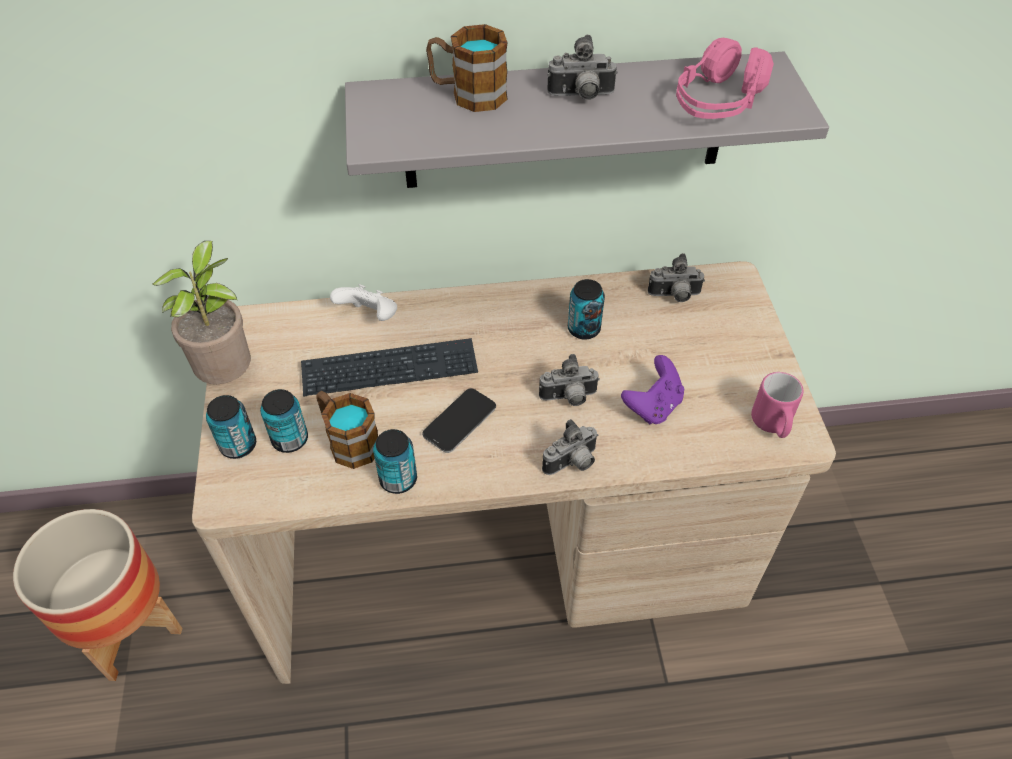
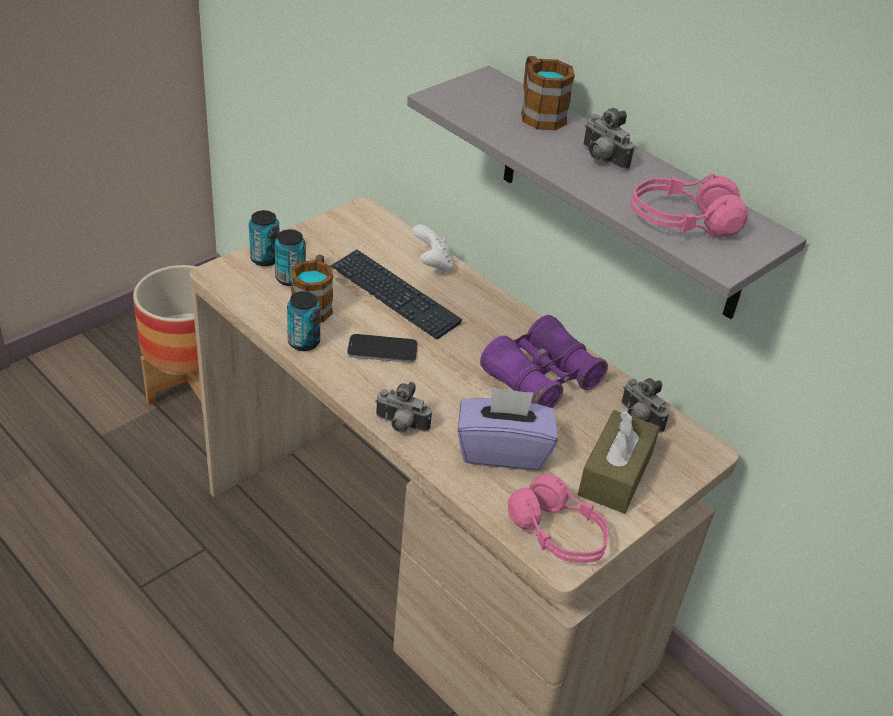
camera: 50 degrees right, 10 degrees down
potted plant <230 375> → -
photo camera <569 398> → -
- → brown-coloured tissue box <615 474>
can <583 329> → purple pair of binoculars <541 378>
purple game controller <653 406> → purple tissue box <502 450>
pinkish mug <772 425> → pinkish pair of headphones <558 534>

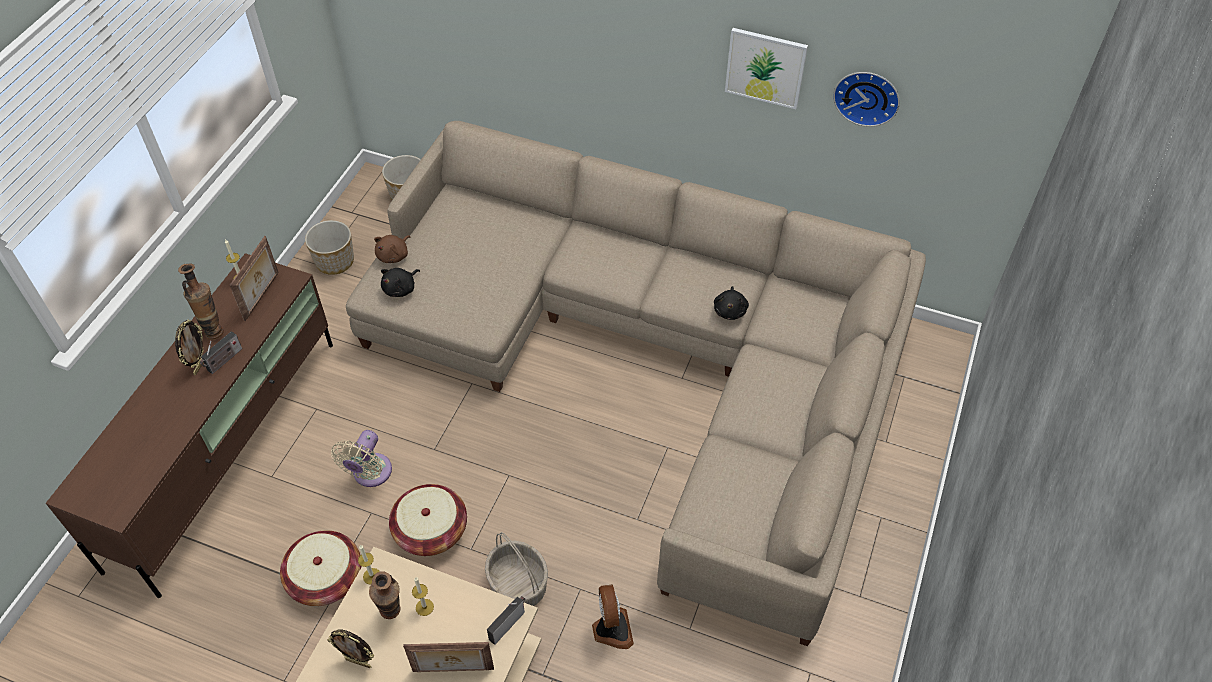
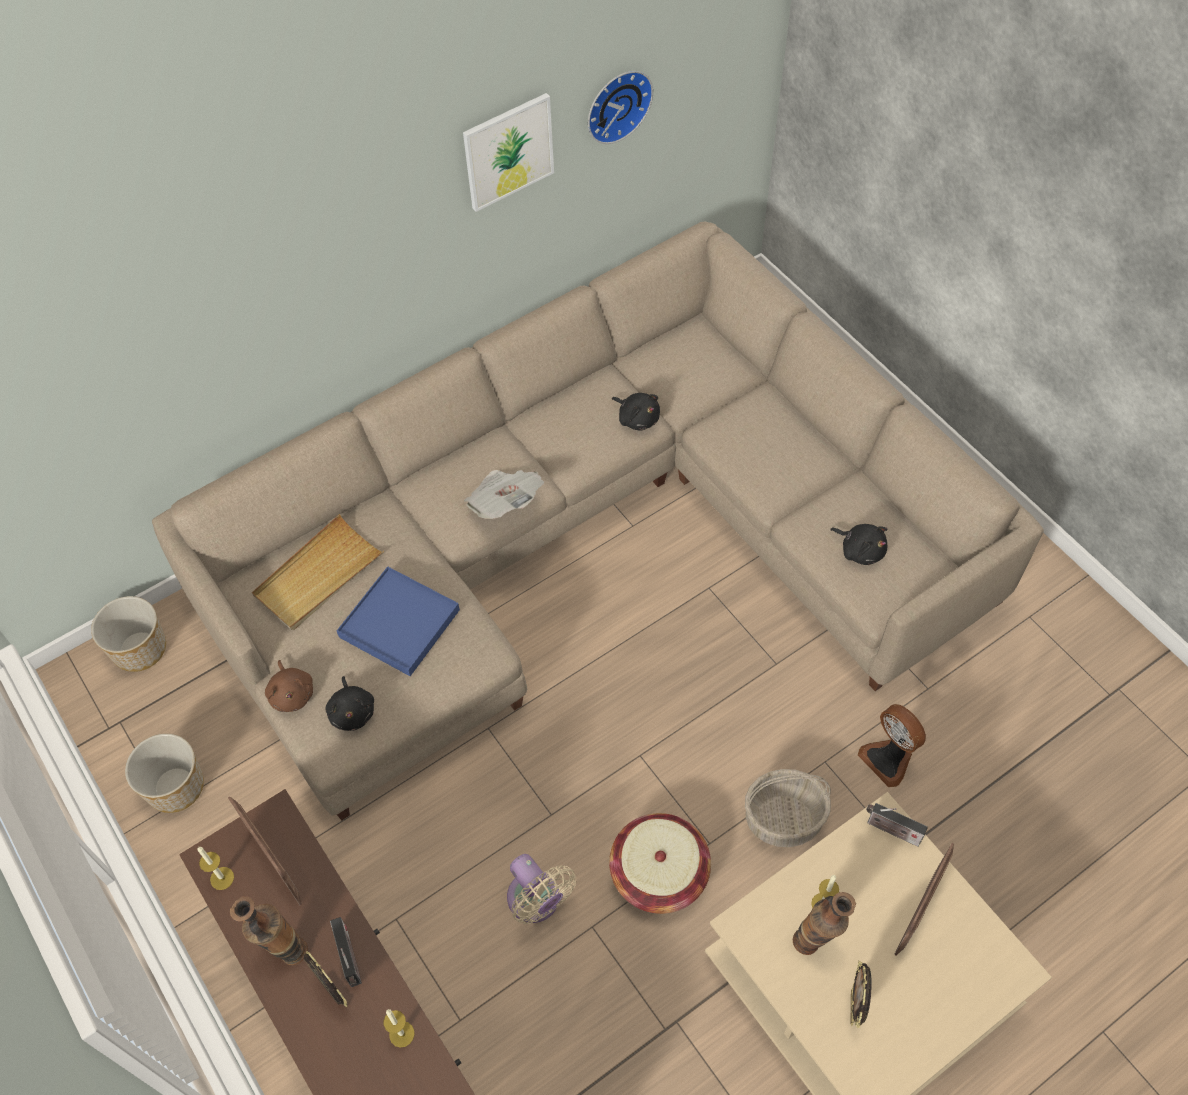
camera: 55 degrees left, 5 degrees up
storage basket <326 578> → -
- → beige-coloured carrying tray <318 576>
- → blue carrying tray <400 623>
- → newspaper <505 503>
- → blackish cuddly toy <860 550>
candle <372 576> → candle <401 1034>, shifted
picture frame <359 662> → picture frame <853 1007>, 135 degrees clockwise
radio set <508 624> → radio set <891 830>, 45 degrees counterclockwise
electric fan <611 630> → electric fan <888 758>, 150 degrees counterclockwise

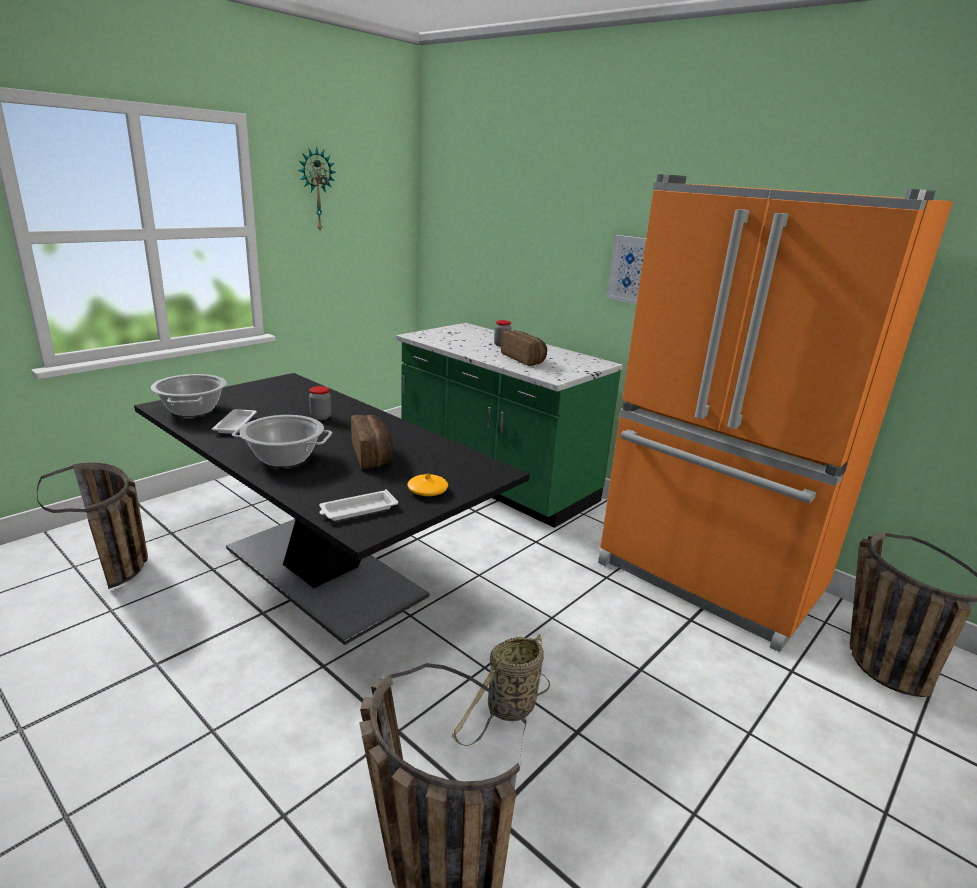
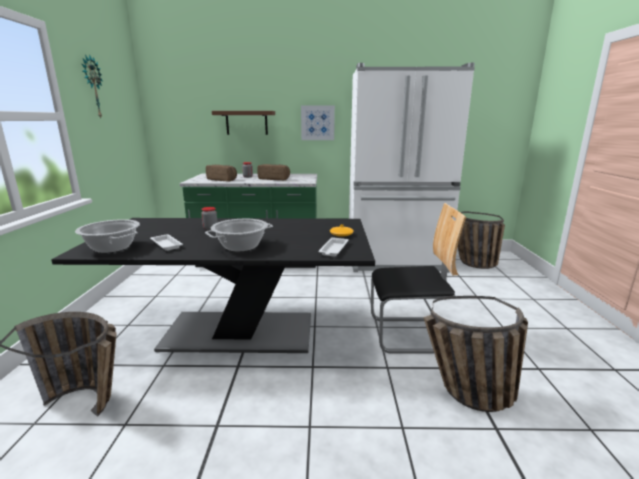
camera: 40 degrees left, 5 degrees down
- → brown-coloured wall shelf <246 123>
bakery bread <373 455> → bakery bread <223 180>, shifted
storage basket <508 710> → upright chair <410 335>
orangey kitchen fridge <707 580> → white-coloured kitchen fridge <396 262>

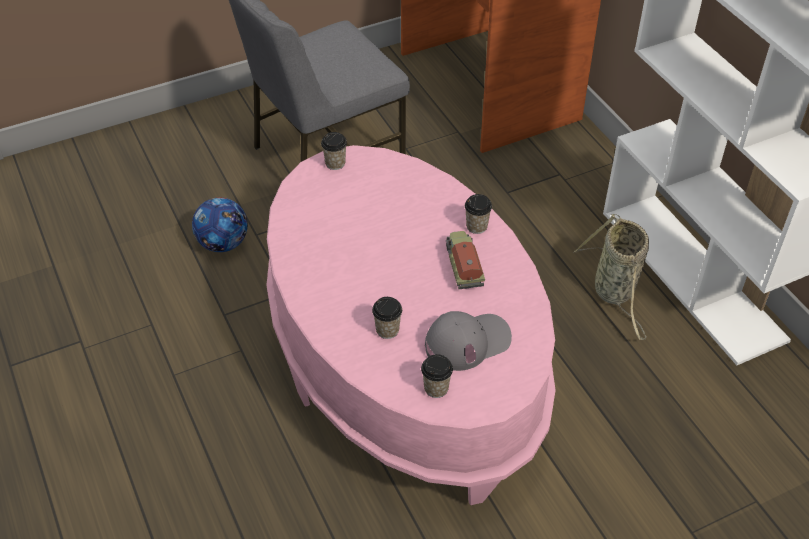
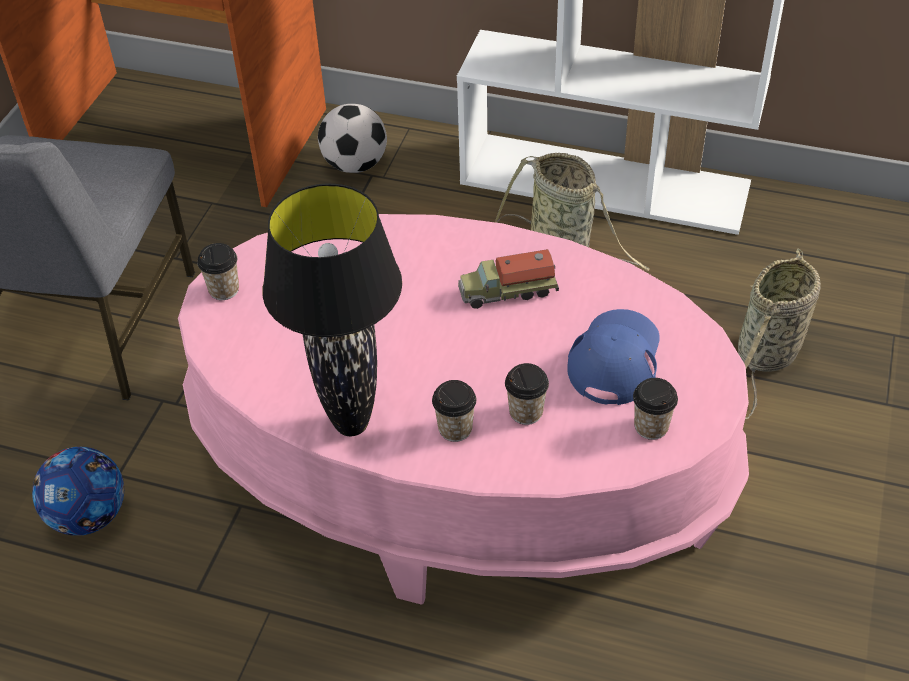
camera: 45 degrees left, 0 degrees up
- → blackish table lamp <350 425>
- → ball for football <355 165>
- → storage basket <766 357>
cup <476 226> → cup <455 429>, shifted
greyish peaked cap <467 342> → blue peaked cap <615 359>
toy truck <463 266> → toy truck <507 291>, 45 degrees counterclockwise

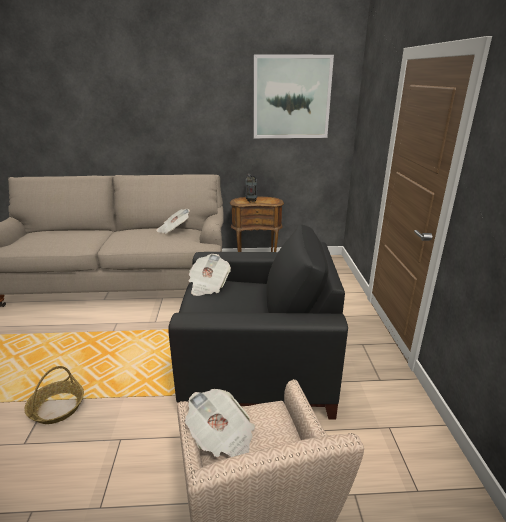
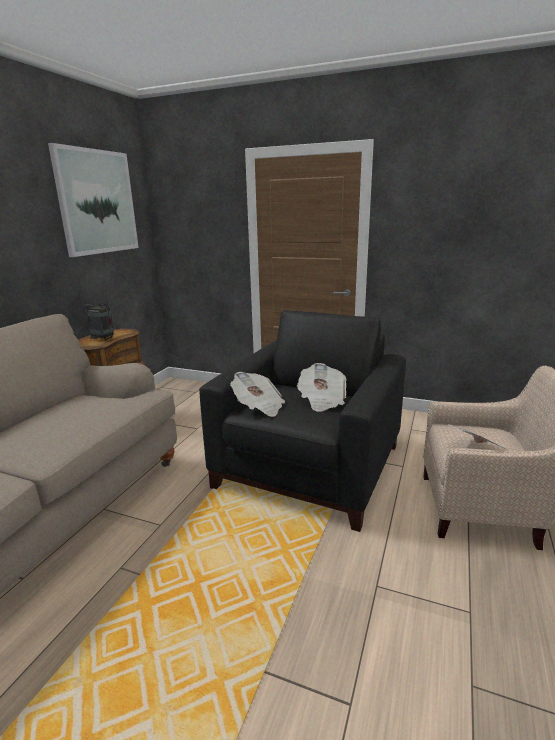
camera: 65 degrees left, 5 degrees down
storage basket <57 407> → -
newspaper <173 230> → newspaper <321 400>, shifted

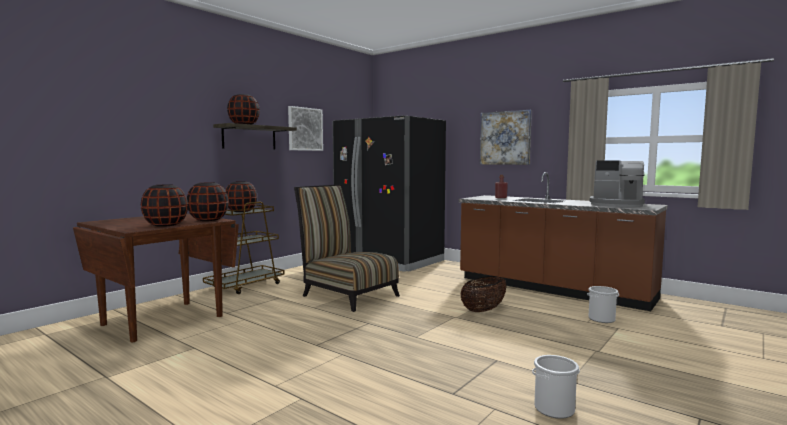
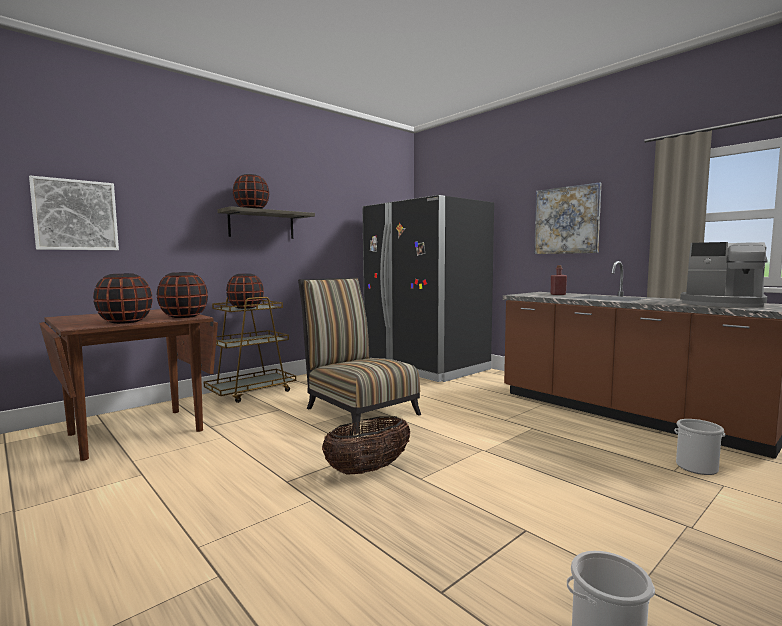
camera: 10 degrees right, 0 degrees up
wall picture <305 129> → wall picture <76 215>, shifted
storage basket <483 310> → storage basket <368 469>, shifted

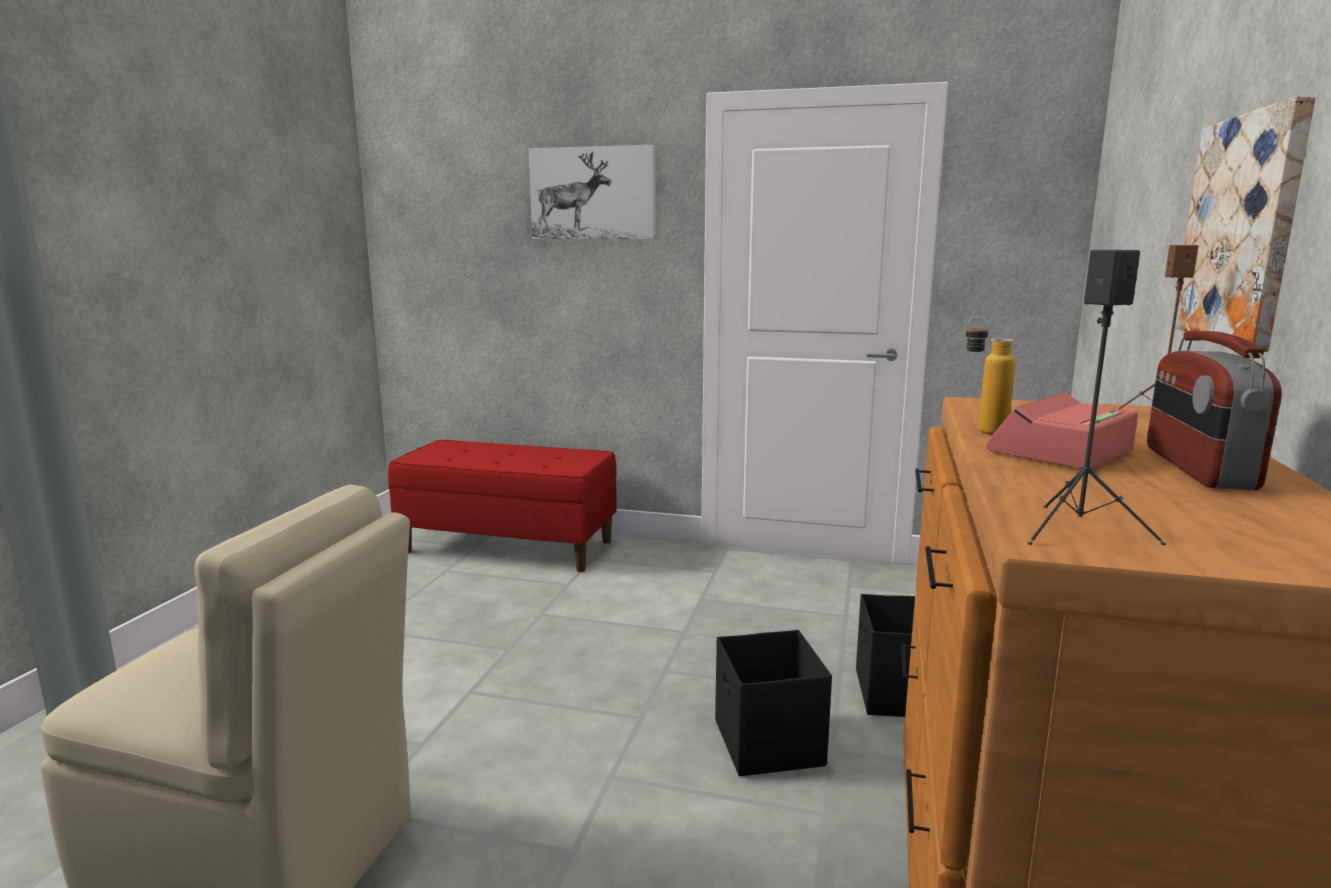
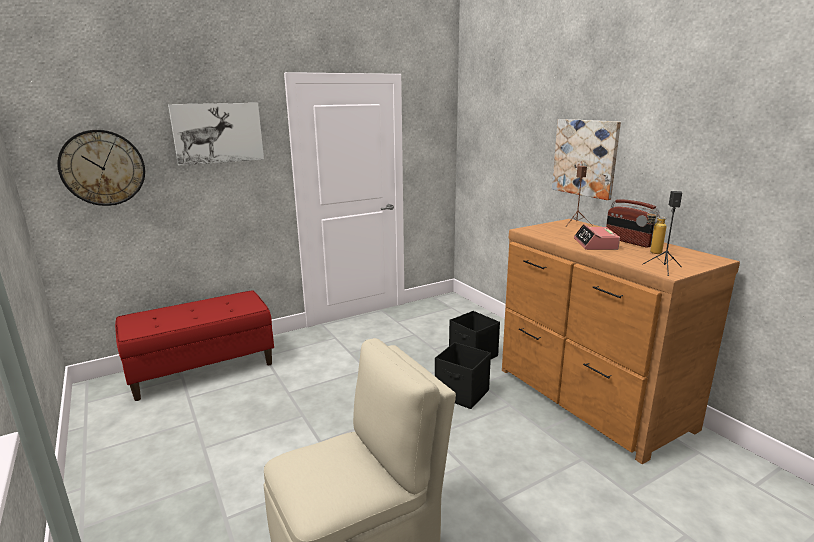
camera: 45 degrees left, 5 degrees up
- → hanging clock <103 168>
bottle <981 430> → bottle <651 252>, shifted

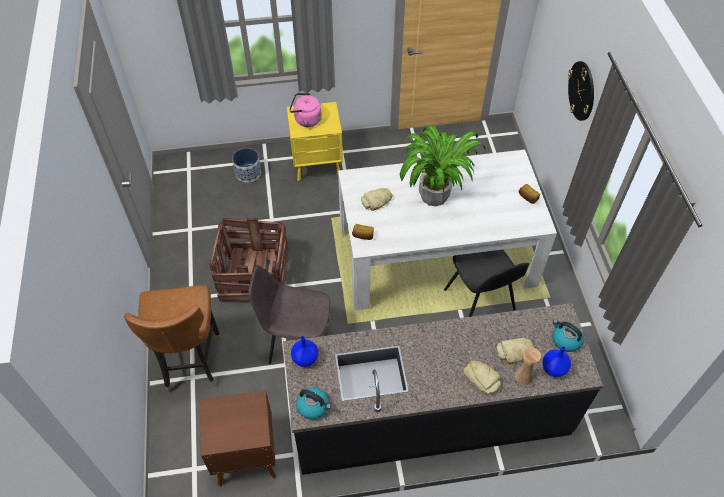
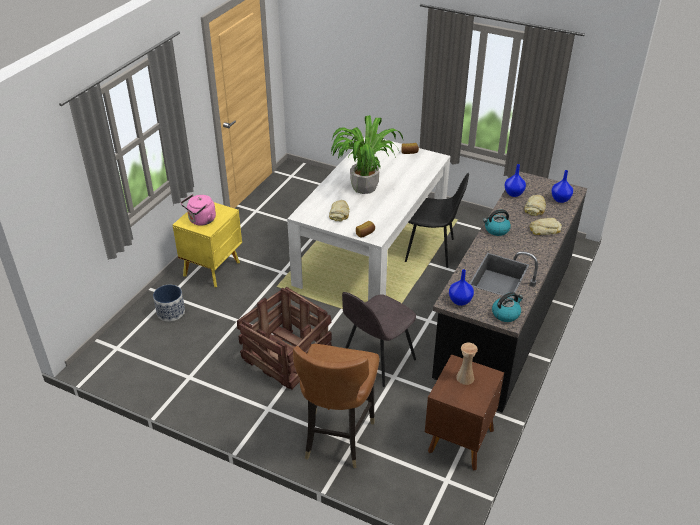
camera: 55 degrees left, 15 degrees down
hanging clock <581 91> → -
- → blue decorative vase <513 193>
beige-coloured decorative vase <523 376> → beige-coloured decorative vase <465 378>, shifted
water kettle <565 340> → water kettle <496 230>, shifted
brown-coloured upright chair <191 362> → brown-coloured upright chair <337 437>, 75 degrees clockwise

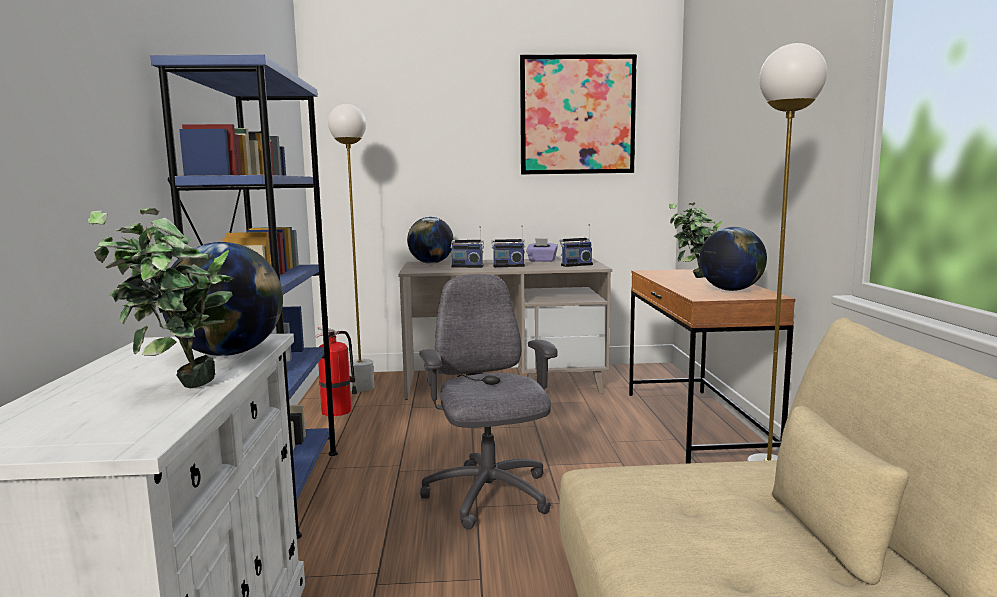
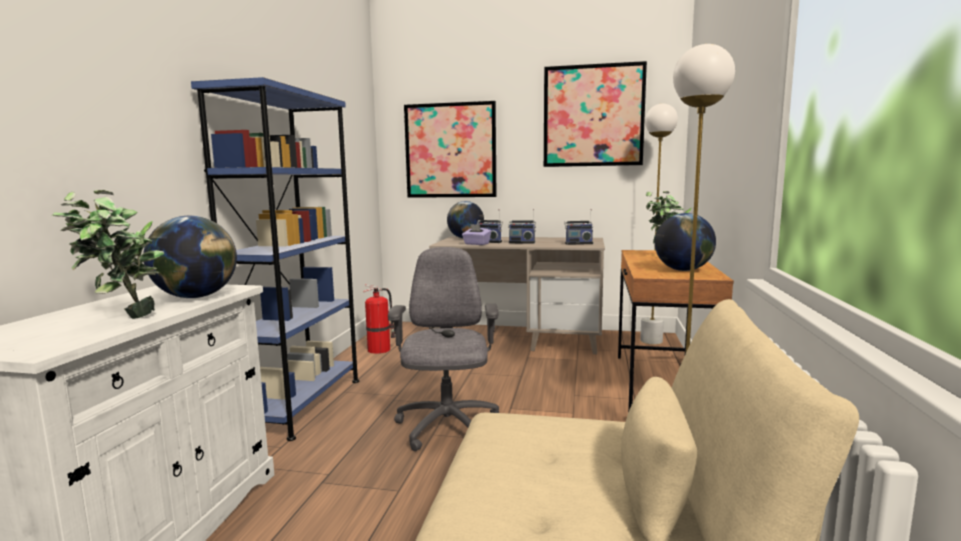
camera: 15 degrees right, 0 degrees up
- → wall picture <450 150>
white-coloured floor lamp <361 388> → white-coloured floor lamp <651 341>, shifted
purple tissue box <541 261> → purple tissue box <476 244>, shifted

